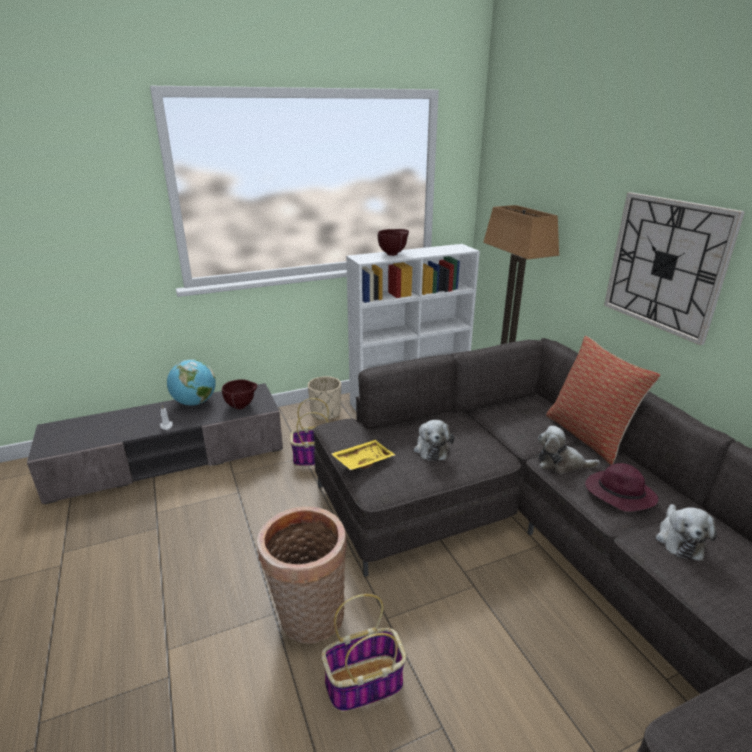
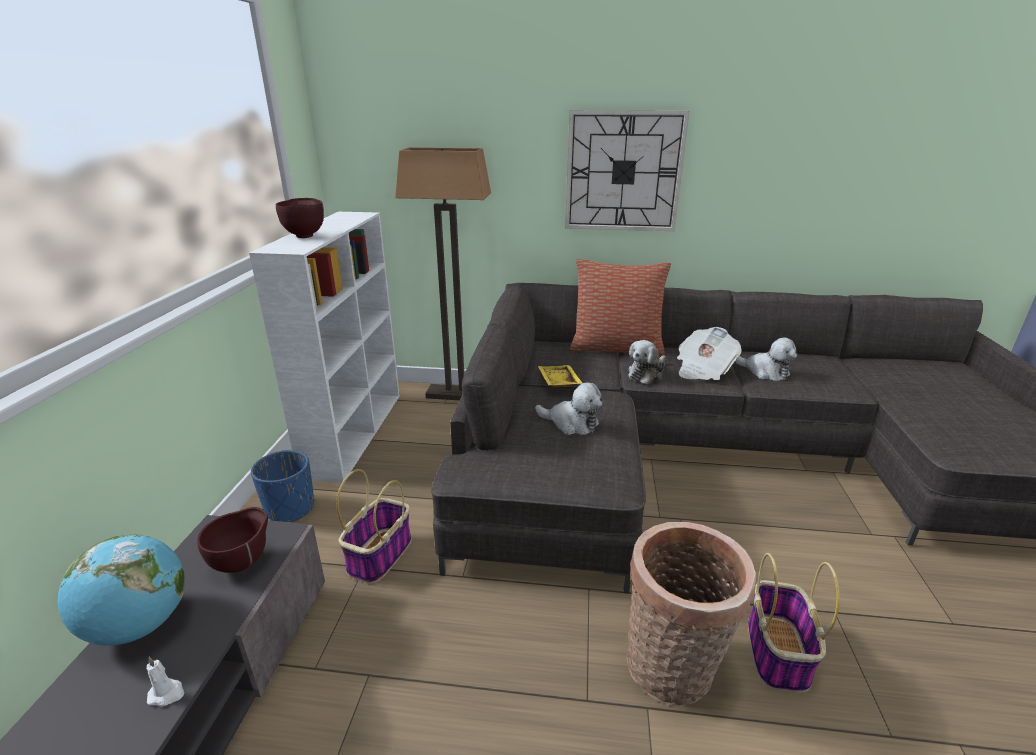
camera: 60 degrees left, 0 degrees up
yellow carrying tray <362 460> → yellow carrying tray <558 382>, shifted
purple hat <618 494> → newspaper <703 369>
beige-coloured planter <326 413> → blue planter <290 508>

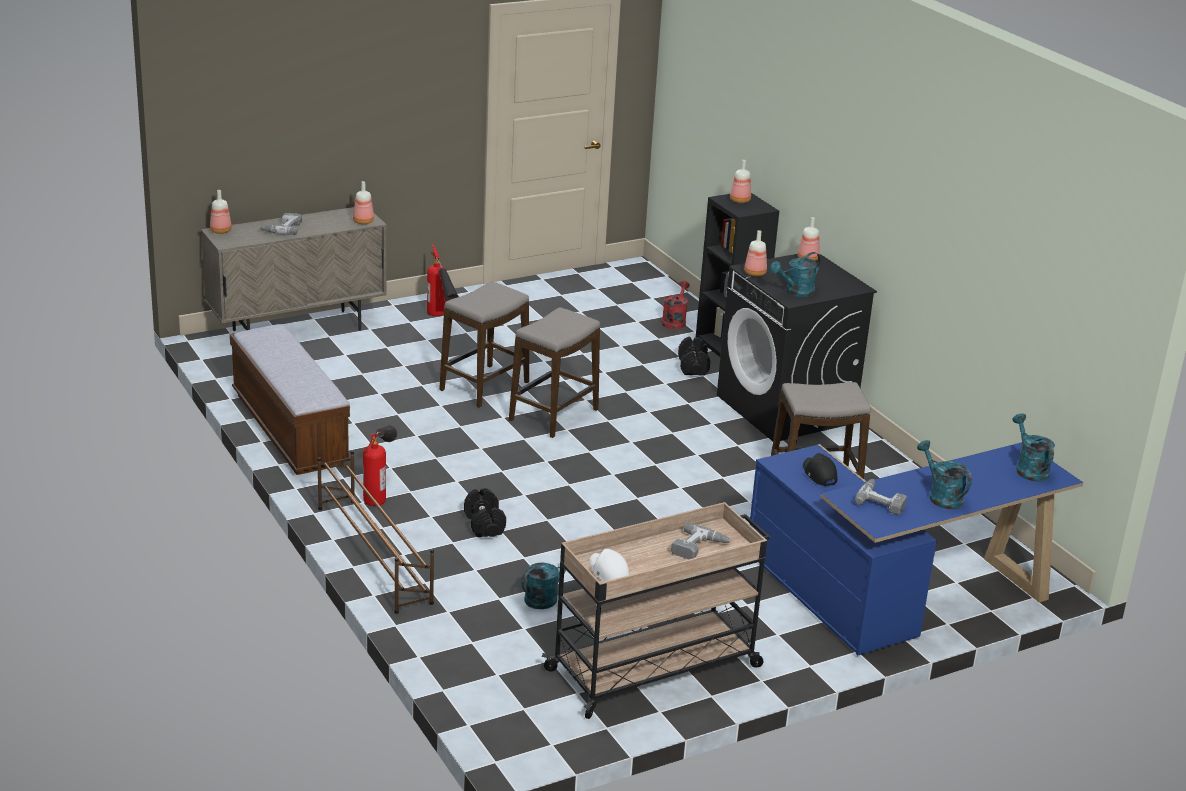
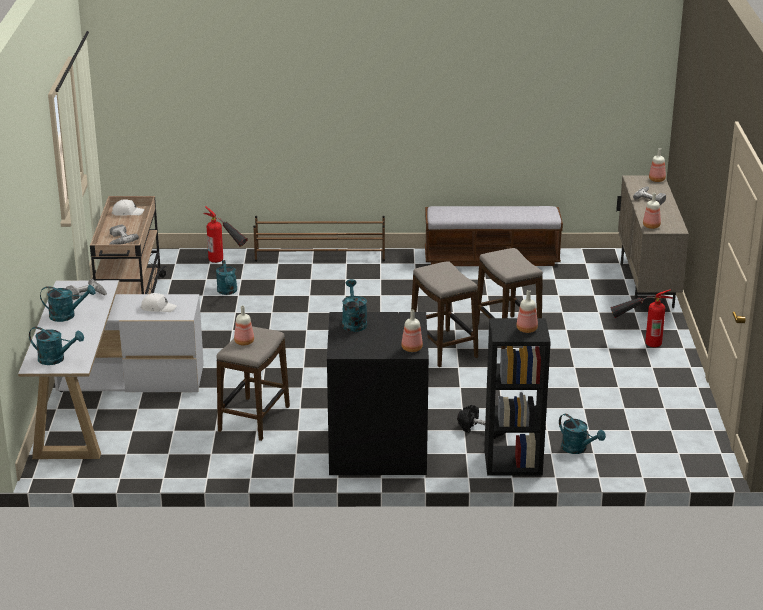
camera: 120 degrees right, 0 degrees up
blackish hand weight <484 524> → -
fire-fighting cylinder <380 490> → fire-fighting cylinder <226 263>, shifted
bottle <755 273> → bottle <244 342>, shifted
red watering pot <674 321> → blue-green watering pot <578 449>
blue desk unit <895 594> → white-coloured desk unit <105 402>
blackish peaked cap <819 474> → white-coloured peaked cap <158 308>

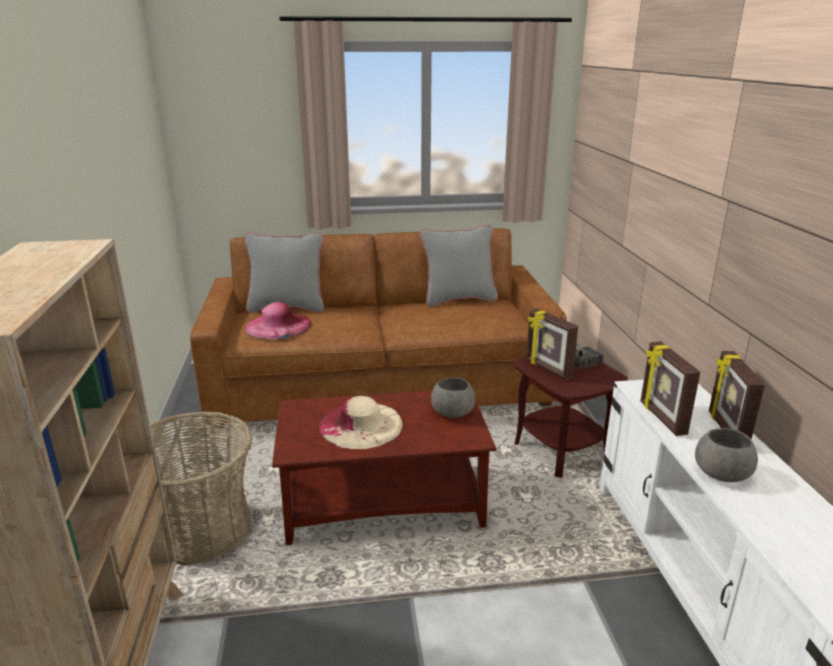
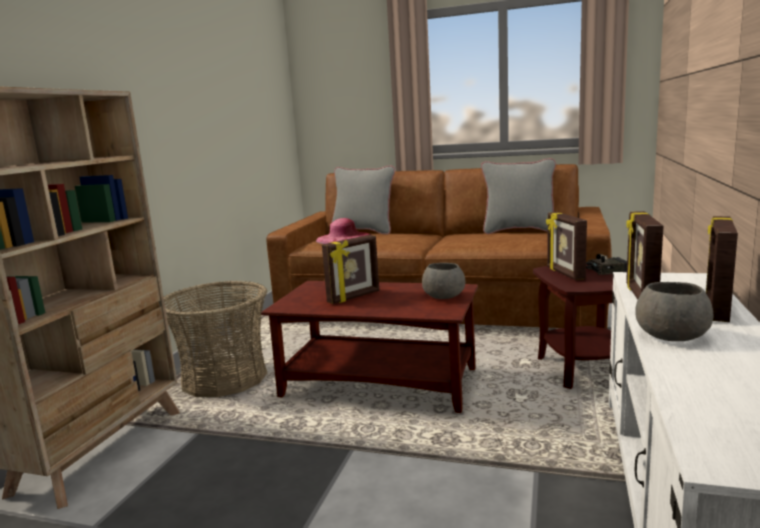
camera: 25 degrees right, 10 degrees down
beige-coloured hat <361 425> → picture frame <354 297>

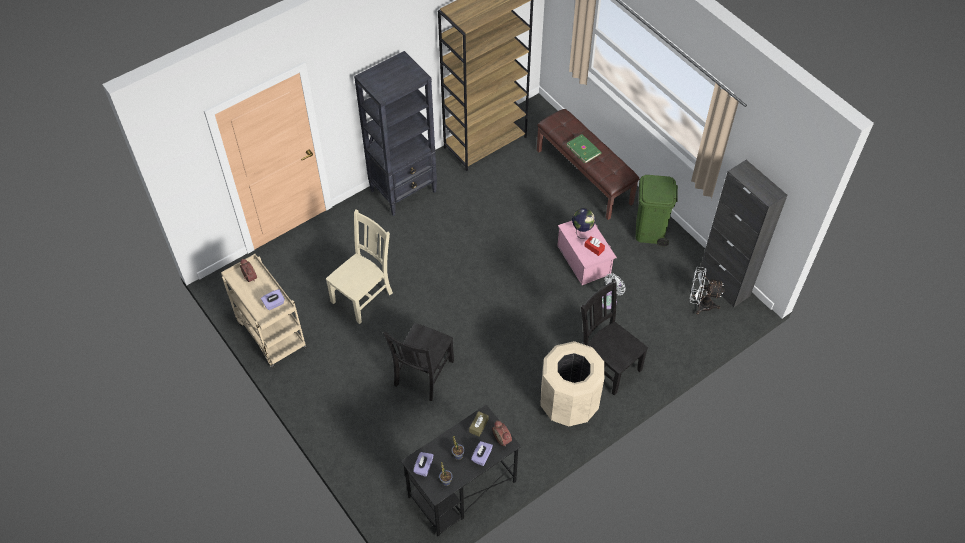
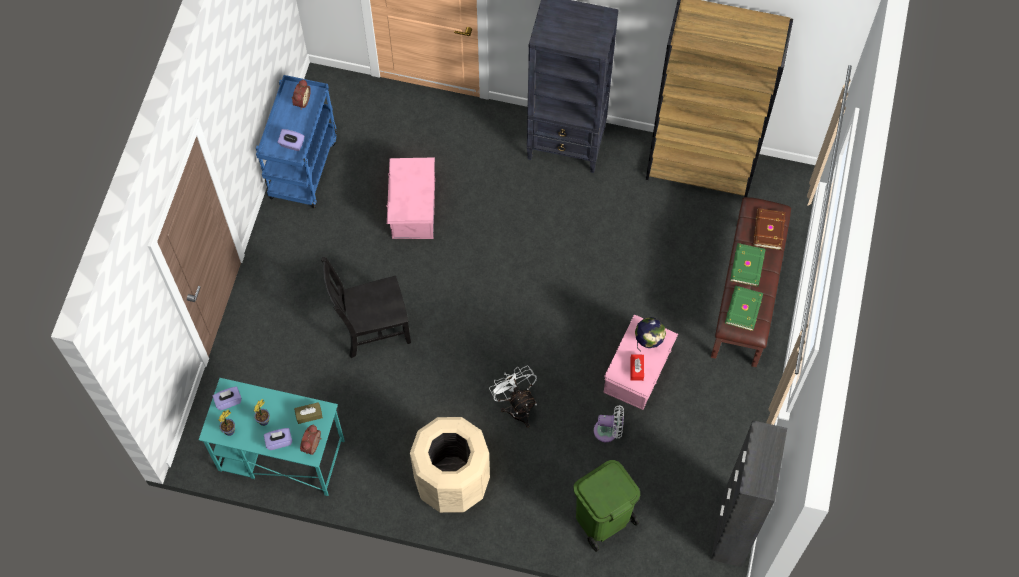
camera: 50 degrees right, 10 degrees up
blackish upright chair <608 364> → -
- → green-coloured bound book <742 309>
- → brown-coloured bound book <768 230>
green-coloured waste bin <650 231> → green-coloured waste bin <602 519>, shifted
white-coloured electric fan <700 304> → white-coloured electric fan <517 406>, shifted
beige-coloured upright chair <363 296> → pinkish storage box <412 209>
beige-coloured trolley <270 334> → blue trolley <303 167>
blackish desk unit <461 490> → blue-green desk unit <280 455>

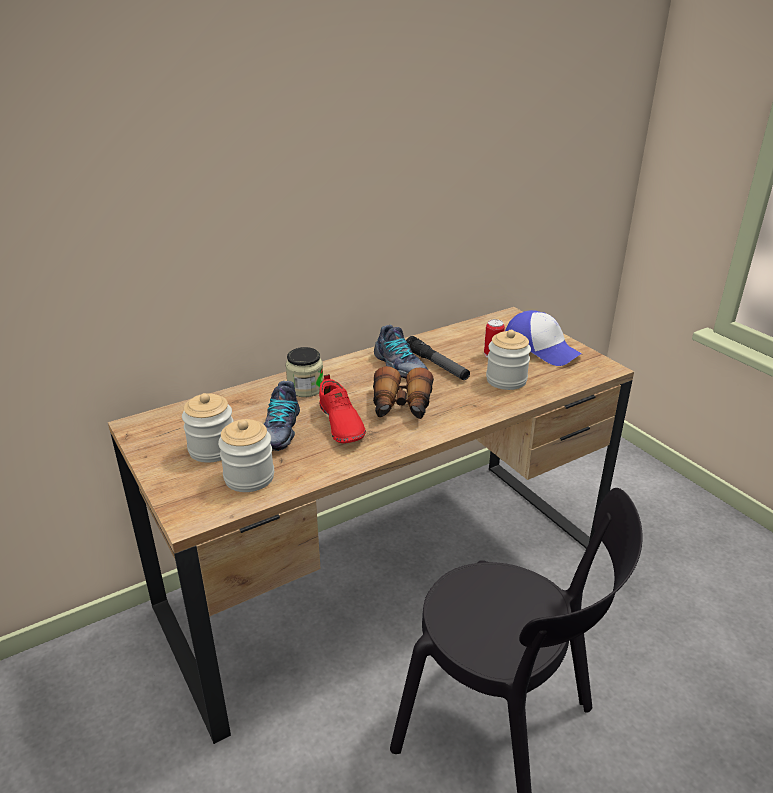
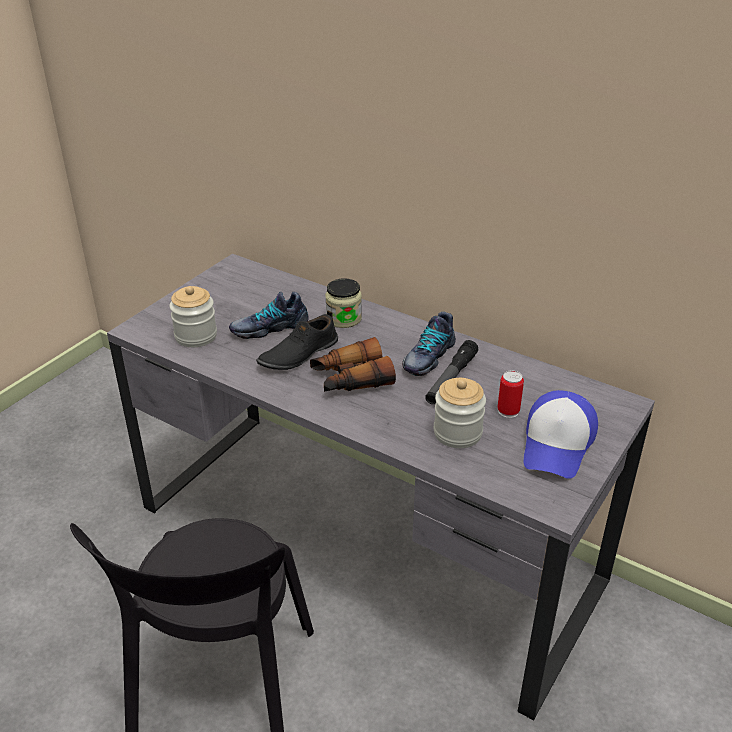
camera: 65 degrees right, 5 degrees up
preserve jar <212 449> → -
brown-coloured desk unit <386 576> → greyish desk unit <366 543>
red item of footwear <340 424> → blackish item of footwear <298 354>

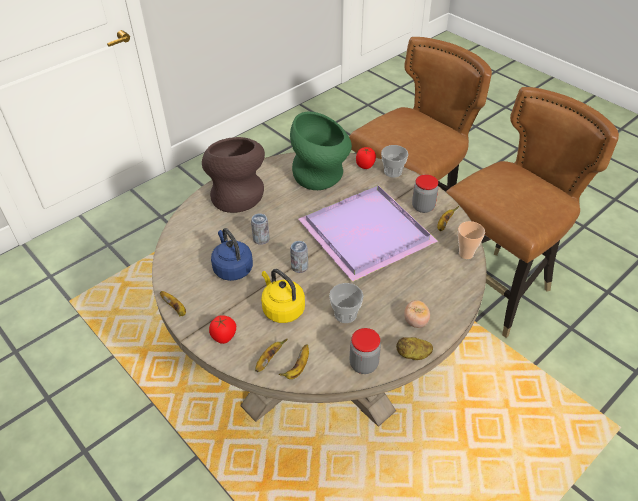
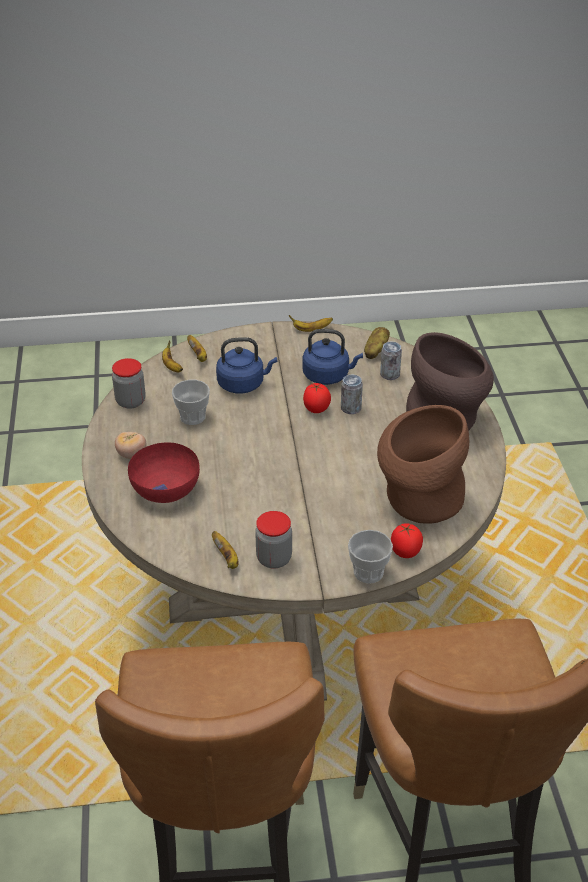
camera: 125 degrees right, 5 degrees down
purple carrying tray <366 235> → -
cup <466 254> → -
- → red deep dish <166 489>
tomato <224 337> → tomato <316 410>, shifted
can <299 267> → can <390 375>, shifted
whole potato <413 355> → whole potato <375 351>, shifted
yellow water kettle <282 308> → blue water kettle <243 384>
green-coloured decorative vase <321 177> → brown-coloured decorative vase <417 500>

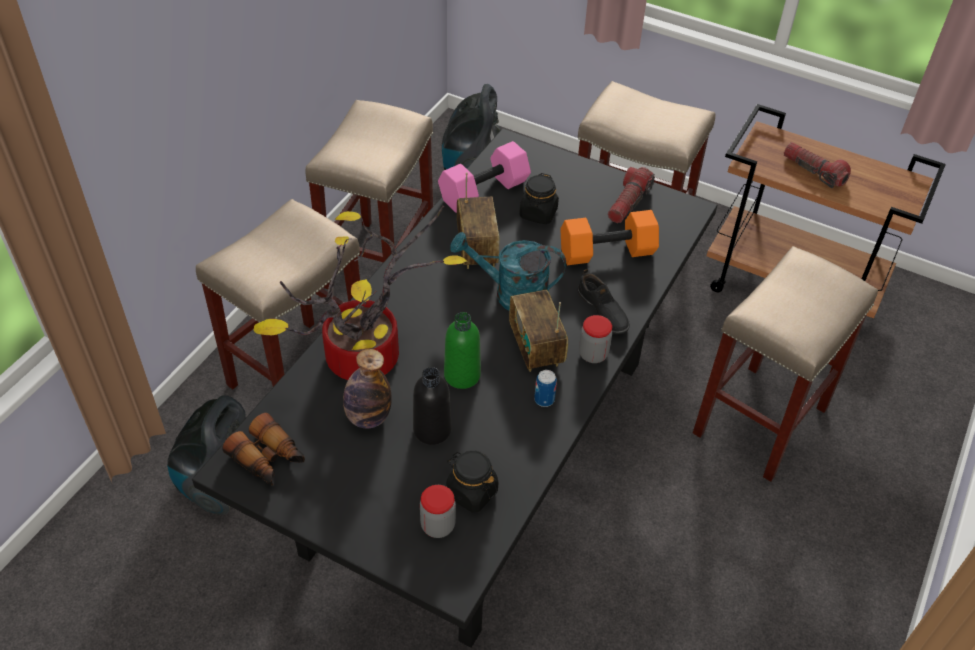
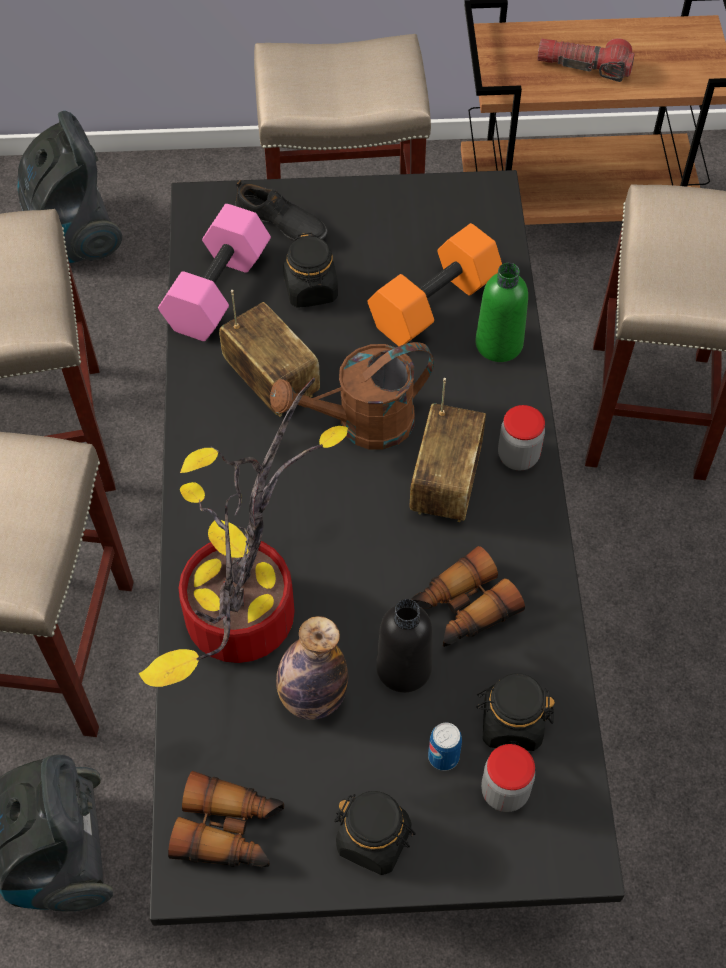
camera: 30 degrees left, 10 degrees up
flashlight <628 202> → -
- → blackish preserve jar <374 840>
- → pair of binoculars <462 608>
green-coloured bottle <462 375> → green-coloured bottle <499 344>, shifted
can <544 399> → can <443 756>, shifted
blackish item of footwear <602 311> → blackish item of footwear <281 224>, shifted
blue-green watering pot <511 294> → brown-coloured watering pot <362 425>
radio set <536 347> → radio set <445 483>, 120 degrees counterclockwise

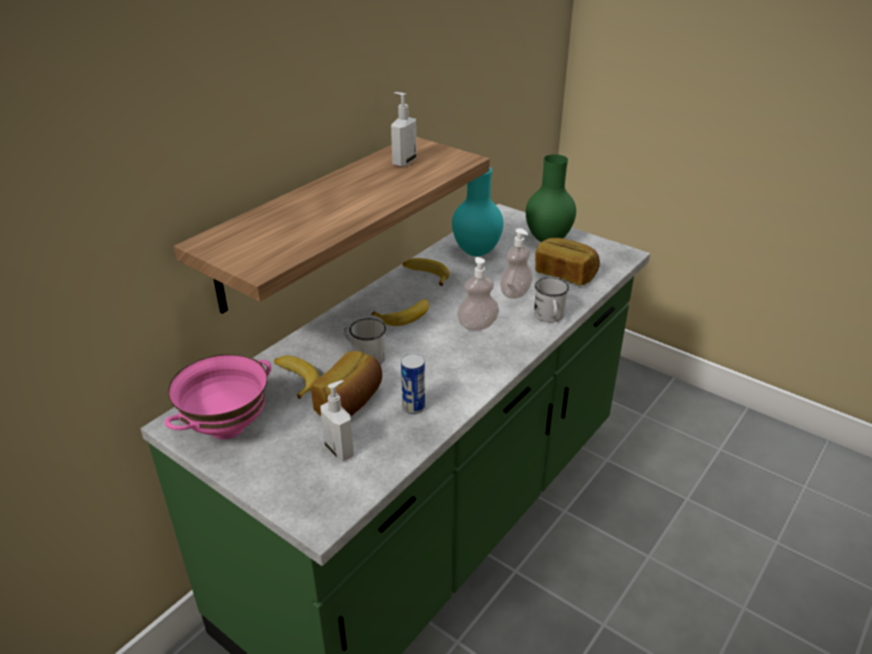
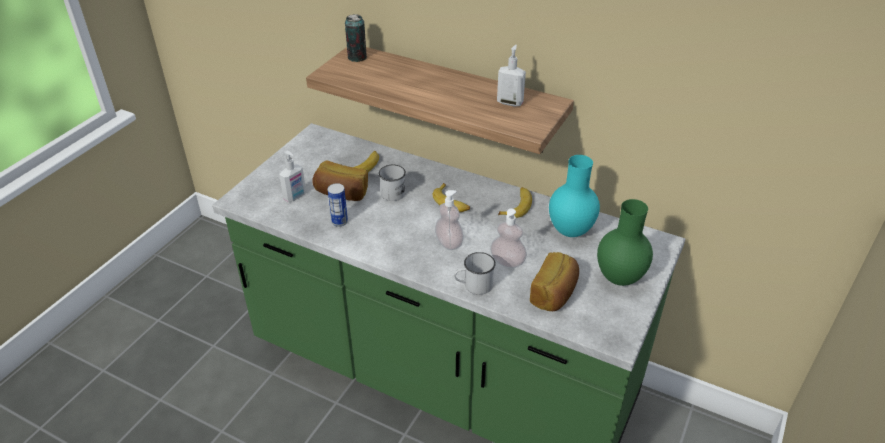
camera: 80 degrees right, 5 degrees up
pinkish deep dish <228 428> → -
- → can <357 57>

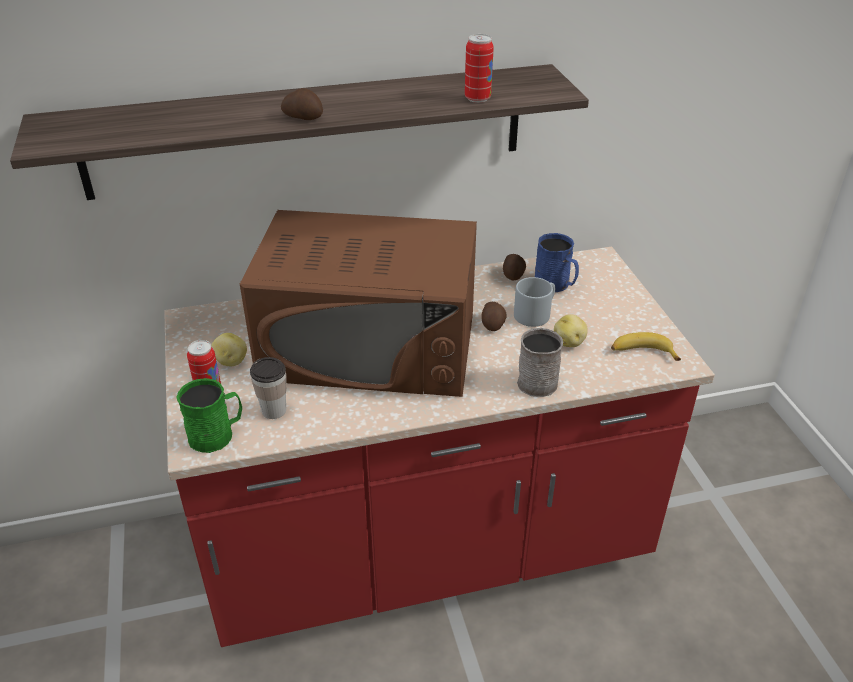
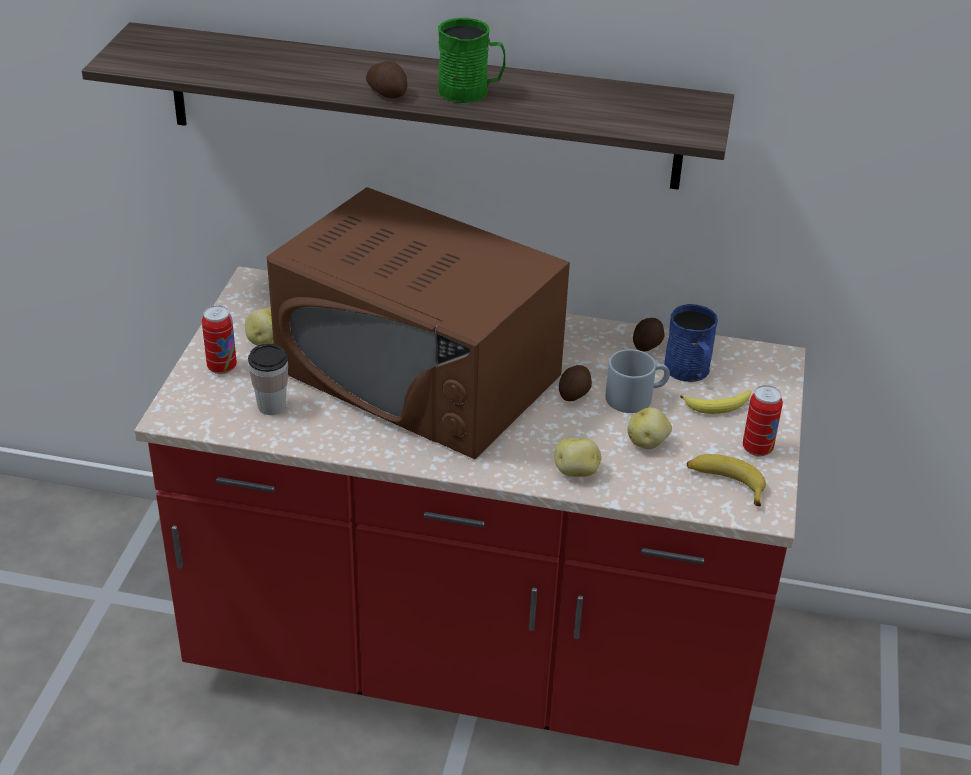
camera: 25 degrees right, 0 degrees up
- → banana <718 406>
green-coloured mug <217 434> → green-coloured mug <470 91>, shifted
can <477 98> → can <757 448>, shifted
greyish mug <540 380> → whole potato <577 472>

